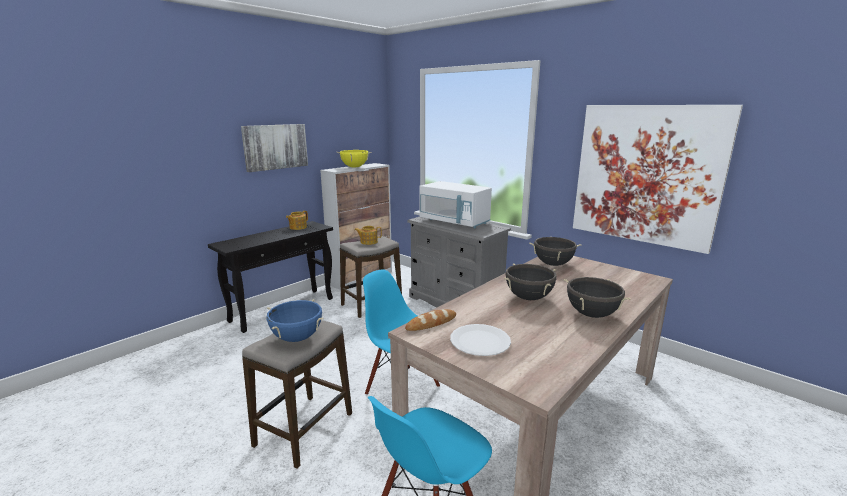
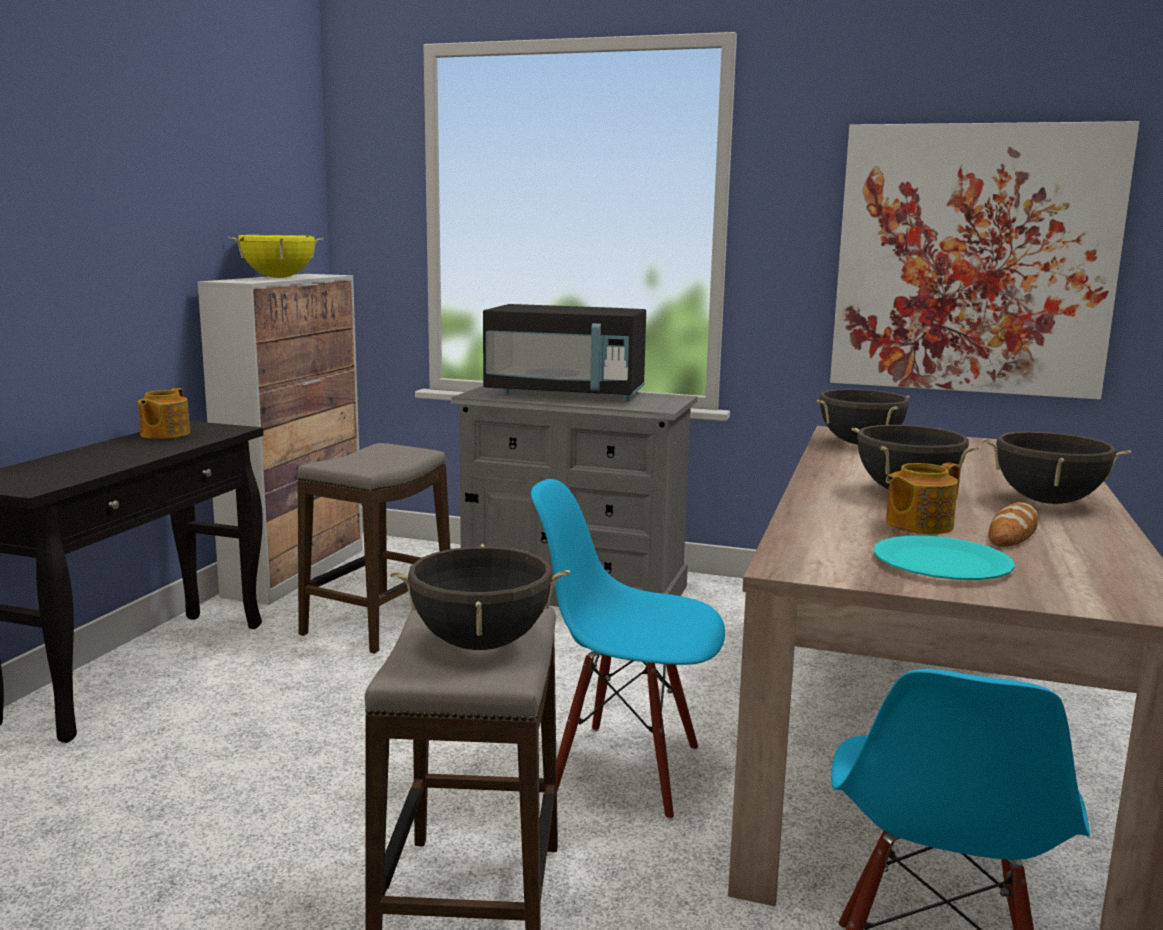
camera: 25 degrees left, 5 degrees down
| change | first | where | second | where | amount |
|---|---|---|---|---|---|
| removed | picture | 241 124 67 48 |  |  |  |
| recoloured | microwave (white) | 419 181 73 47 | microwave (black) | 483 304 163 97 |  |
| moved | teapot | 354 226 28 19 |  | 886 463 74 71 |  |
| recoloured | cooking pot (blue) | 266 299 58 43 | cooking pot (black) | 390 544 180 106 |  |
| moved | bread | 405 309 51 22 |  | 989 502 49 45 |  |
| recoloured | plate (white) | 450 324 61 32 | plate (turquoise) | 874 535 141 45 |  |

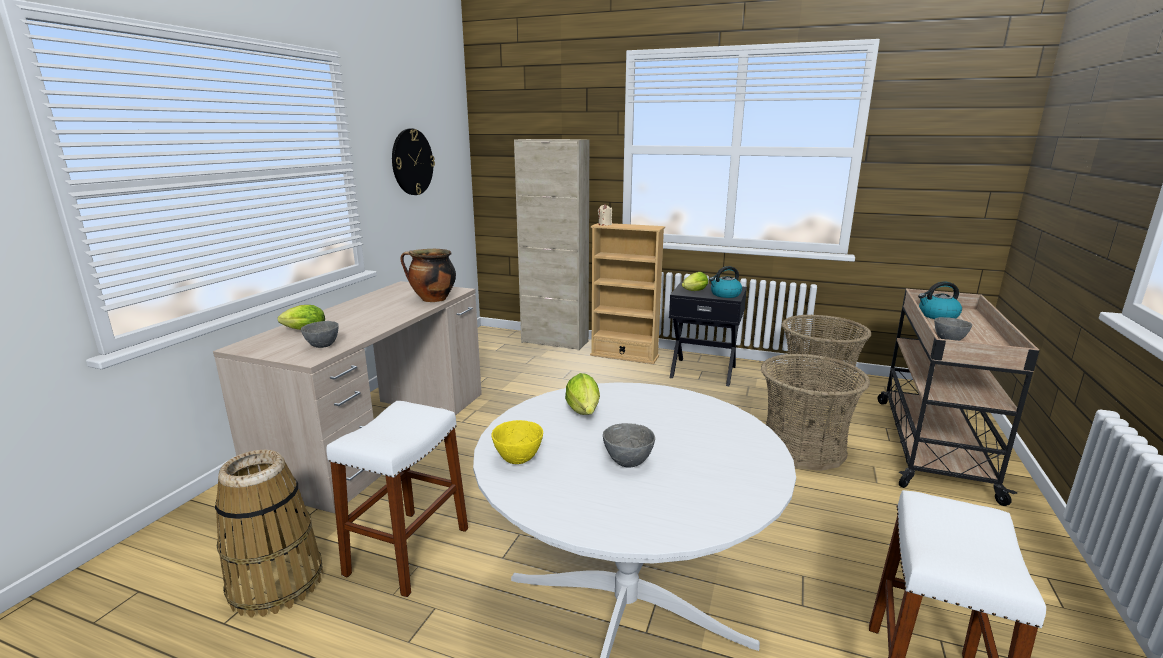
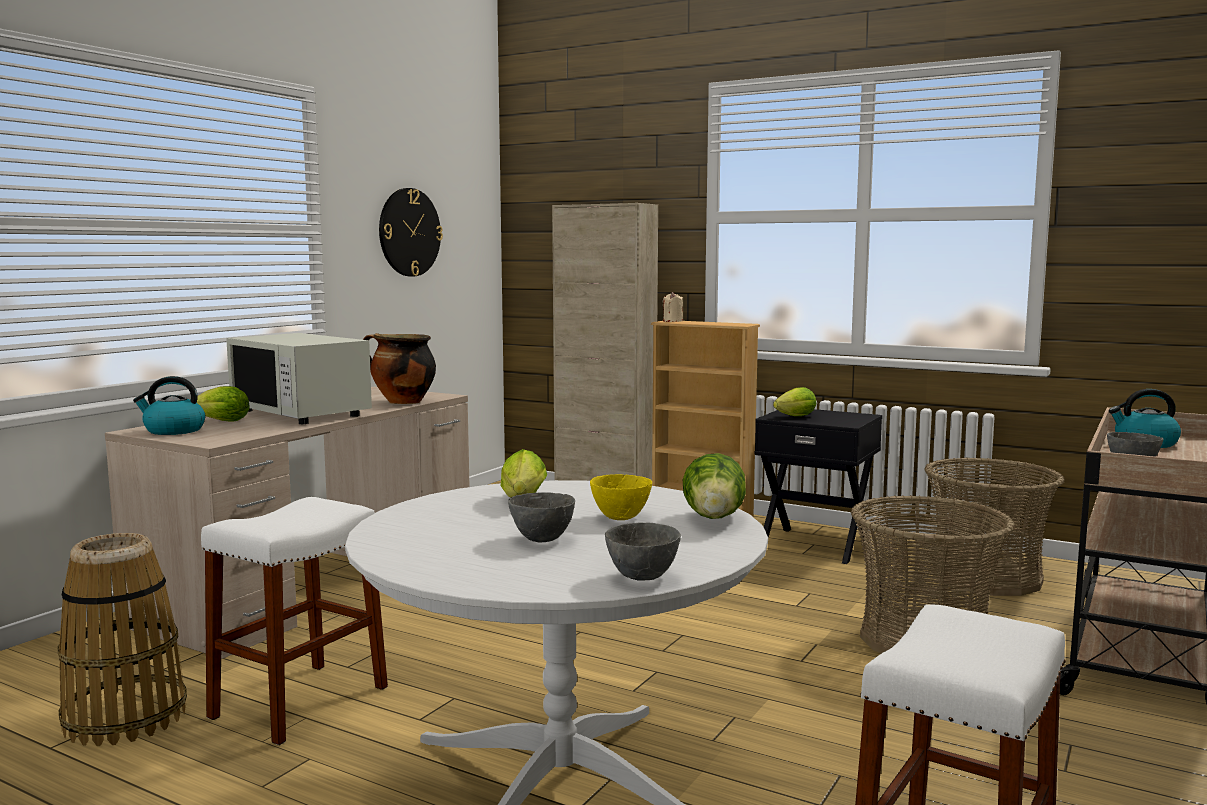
camera: 10 degrees right, 10 degrees down
| change | first | where | second | where | amount |
|---|---|---|---|---|---|
| moved | kettle | 709 266 33 32 |  | 133 376 72 59 |  |
| moved | bowl (grey) | 301 321 38 27 |  | 605 522 76 59 |  |
| moved | bowl (yellow) | 492 420 51 44 |  | 590 474 62 46 |  |
| added |  |  | microwave (white) | 226 333 146 91 |  |
| added |  |  | lettuce | 683 453 63 66 |  |

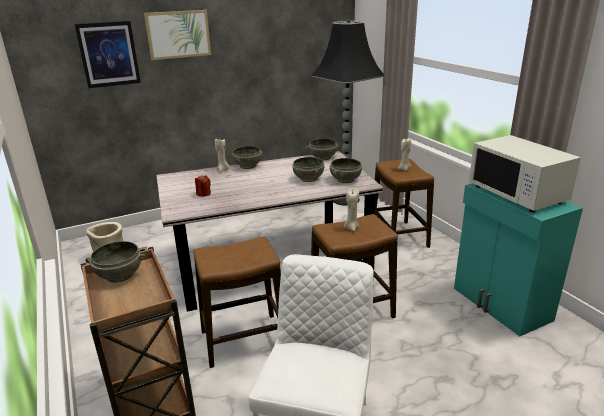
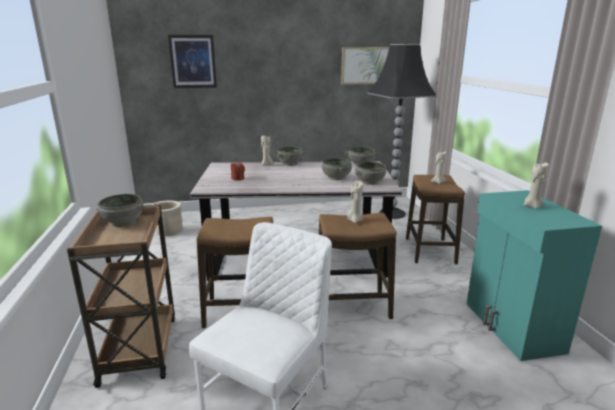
camera: 15 degrees right, 5 degrees down
| change | first | where | second | where | amount |
|---|---|---|---|---|---|
| moved | picture | 144 10 67 50 |  | 341 47 48 38 |  |
| replaced | microwave (white) | 469 135 112 77 | candle (beige) | 523 162 26 47 |  |

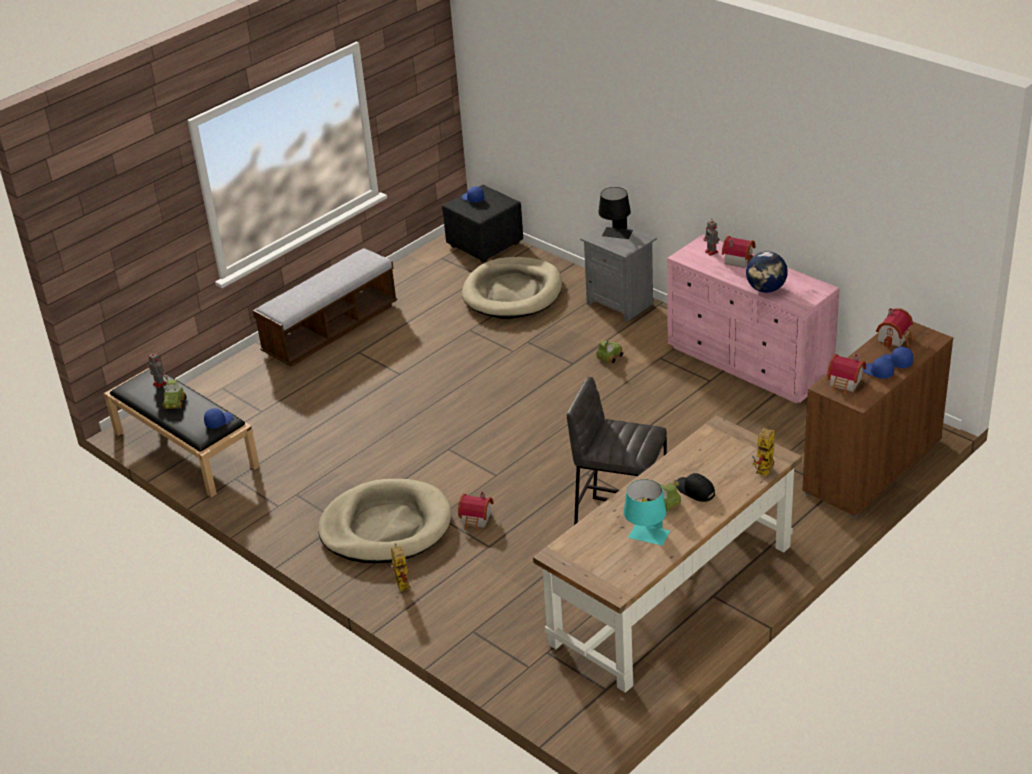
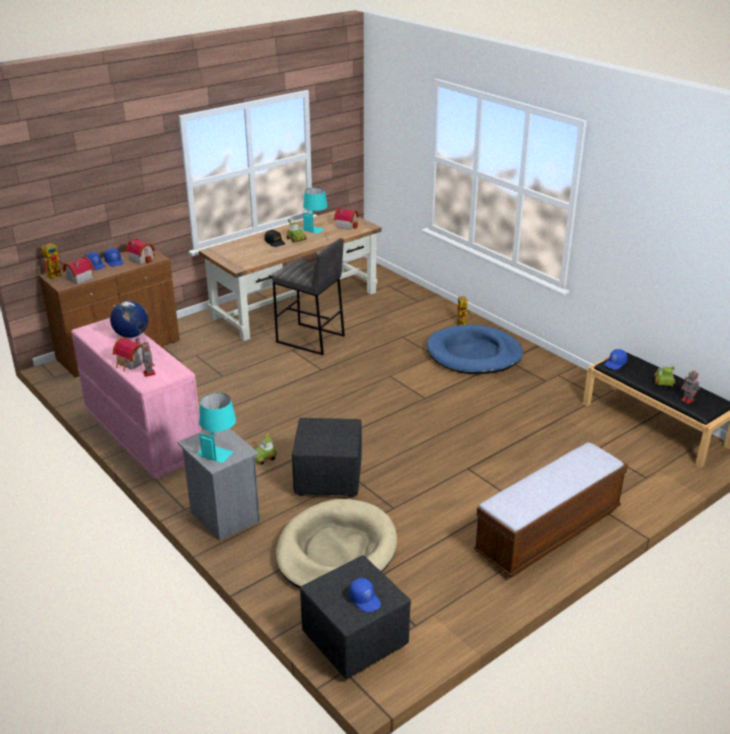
camera: 175 degrees left, 5 degrees down
| change | first | where | second | where | amount |
|---|---|---|---|---|---|
| recoloured | table lamp (black) | 598 187 35 52 | table lamp (turquoise) | 196 393 40 70 |  |
| moved | toy robot | 752 428 23 48 |  | 41 242 24 37 |  |
| recoloured | dog bed (beige) | 318 479 134 84 | dog bed (blue) | 426 325 97 49 |  |
| moved | toy house | 458 492 36 40 |  | 334 208 25 22 |  |
| added |  |  | ottoman (black) | 292 418 70 79 |  |

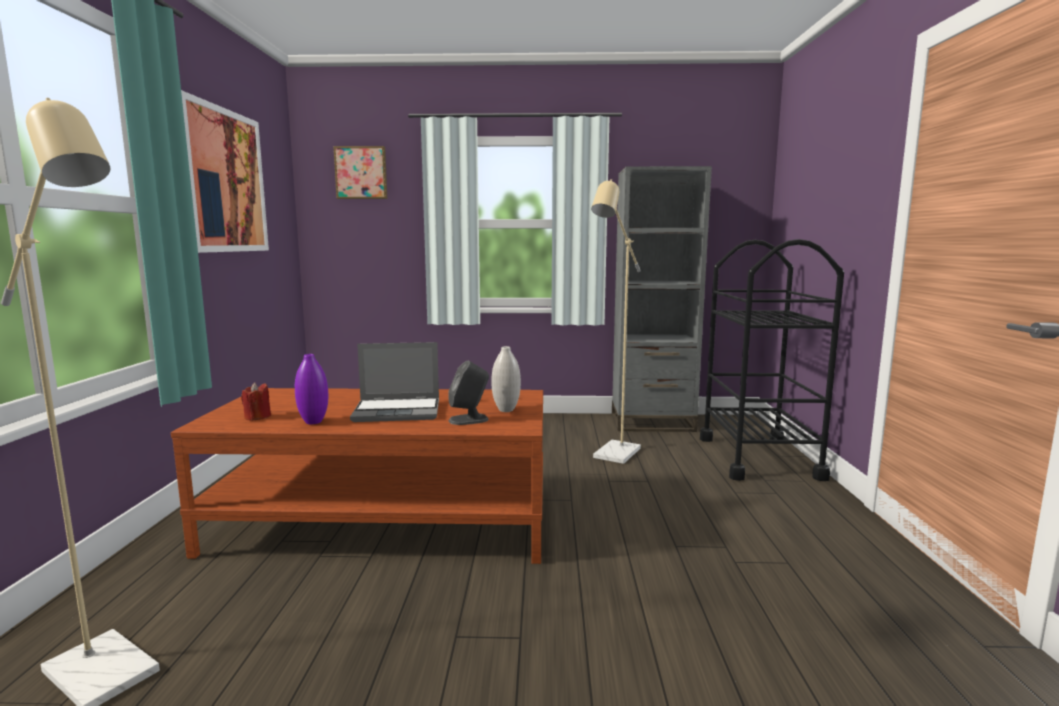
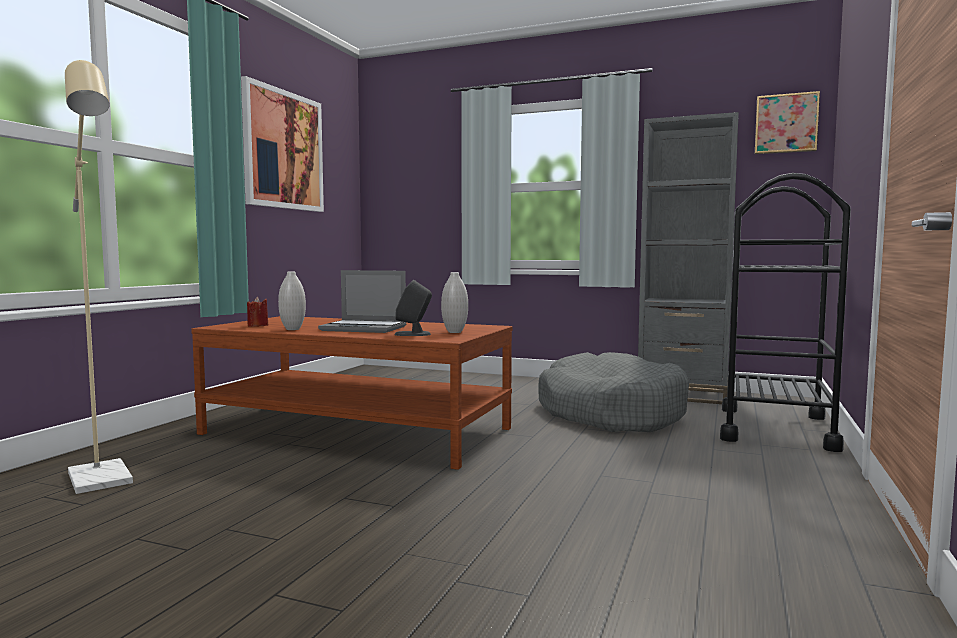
camera: 20 degrees right, 5 degrees down
| change | first | where | second | where | amount |
|---|---|---|---|---|---|
| moved | picture | 333 146 54 53 |  | 755 91 65 63 |  |
| replaced | floor lamp (beige) | 591 179 50 285 | dog bed (grey) | 538 352 151 80 |  |
| recoloured | vase (purple) | 295 354 33 70 | vase (white) | 278 271 28 59 |  |

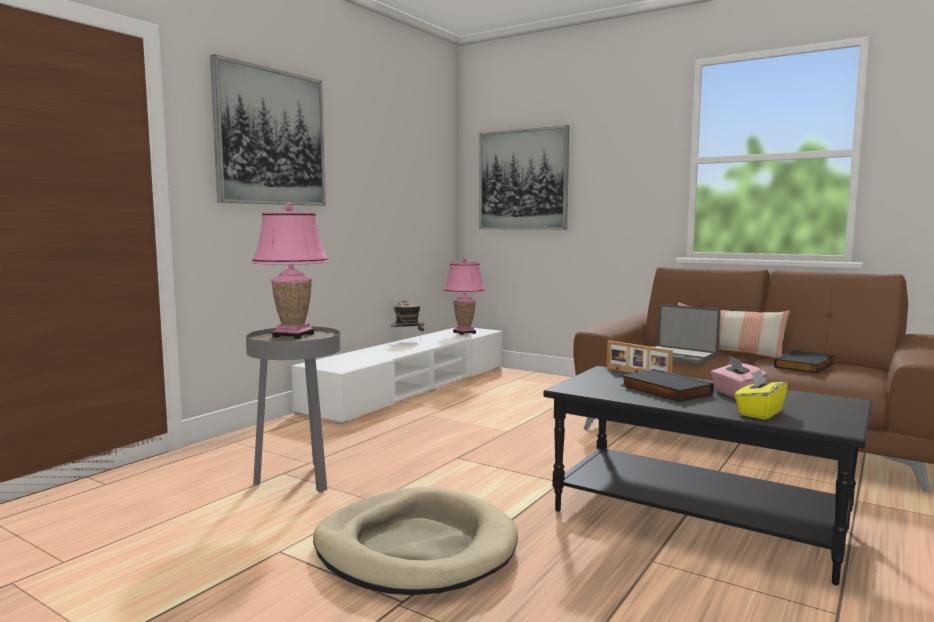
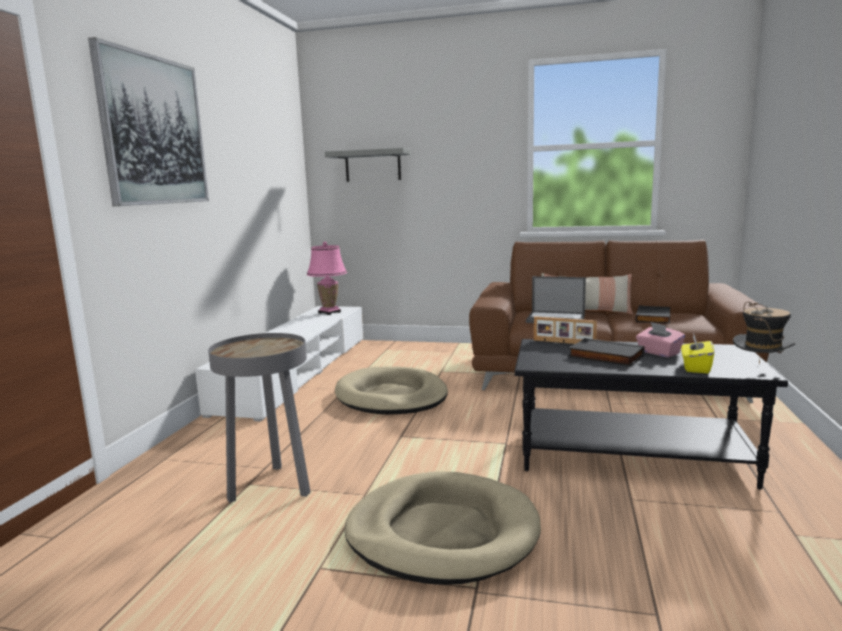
camera: 20 degrees left, 5 degrees up
| change | first | where | second | where | amount |
|---|---|---|---|---|---|
| replaced | picture | 479 125 90 105 | shelf (grey) | 325 148 86 34 |  |
| removed | table lamp (pink) | 252 203 77 136 |  |  |  |
| moved | hat | 391 300 34 39 |  | 733 302 63 63 |  |
| added |  |  | dog bed (beige) | 335 367 113 48 |  |

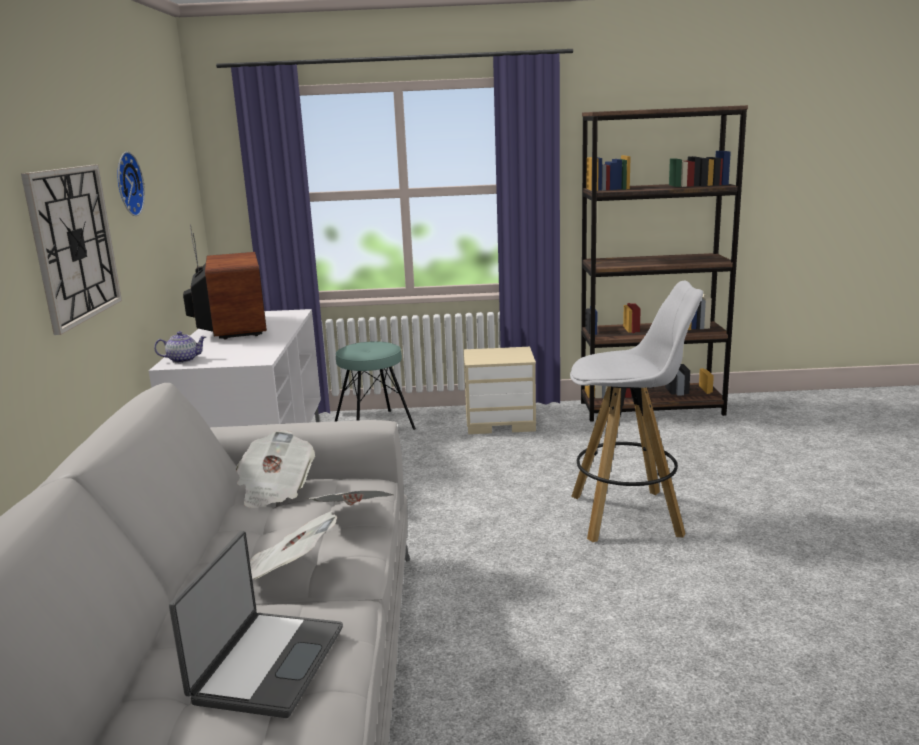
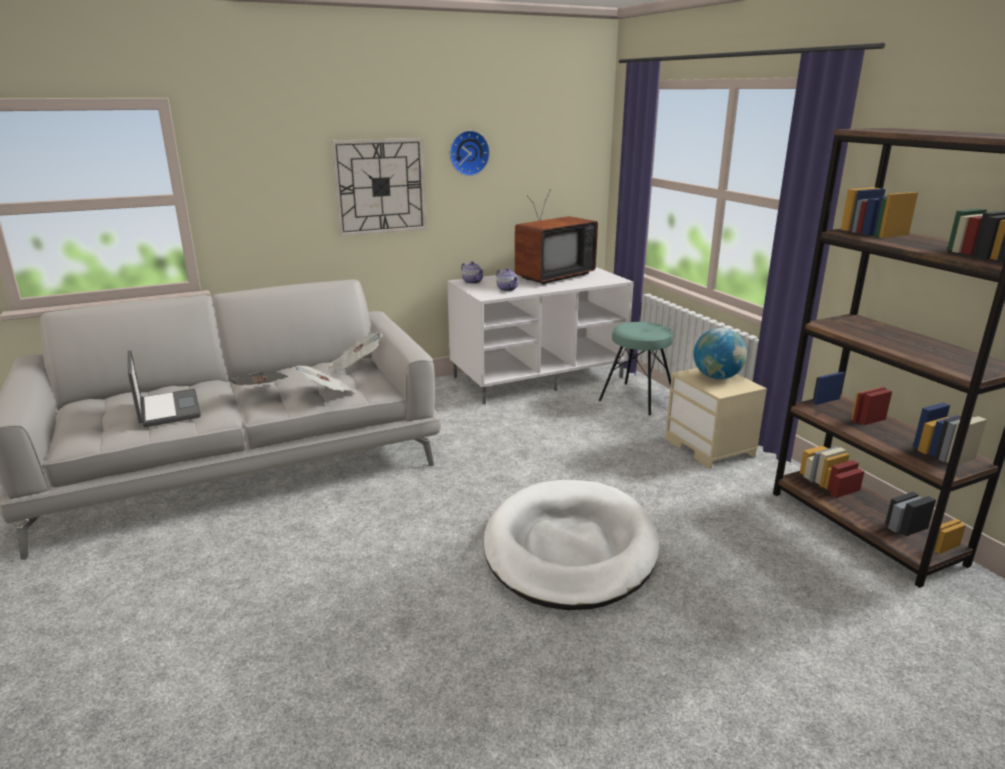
camera: 65 degrees right, 5 degrees up
| change | first | where | second | where | amount |
|---|---|---|---|---|---|
| replaced | stool (white) | 570 281 133 261 | dog bed (white) | 484 480 175 130 |  |
| turned | laptop | 169 531 174 187 |  | 128 351 73 76 | 105 degrees counterclockwise |
| added |  |  | teapot | 496 268 23 23 |  |
| added |  |  | globe | 693 328 54 51 |  |

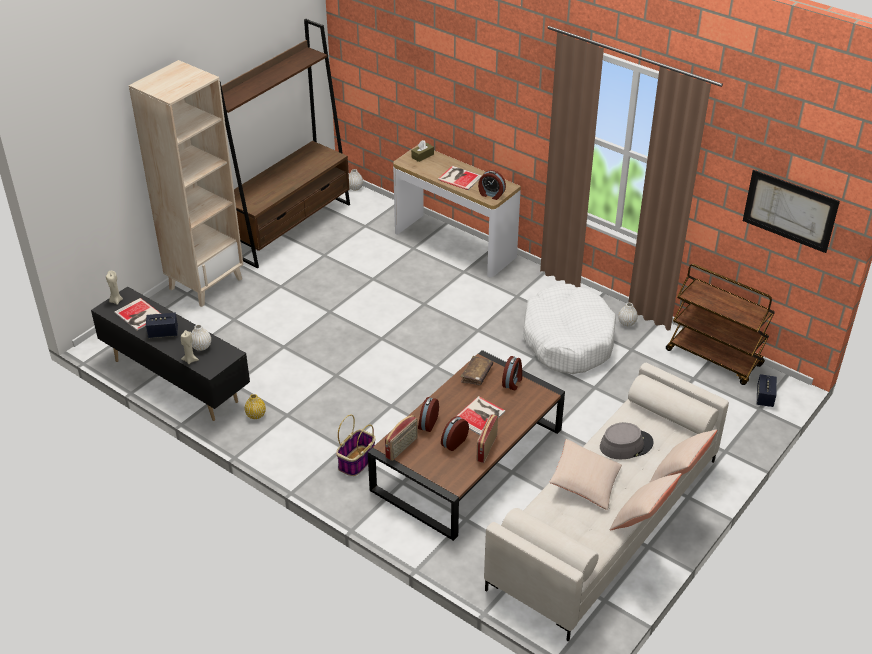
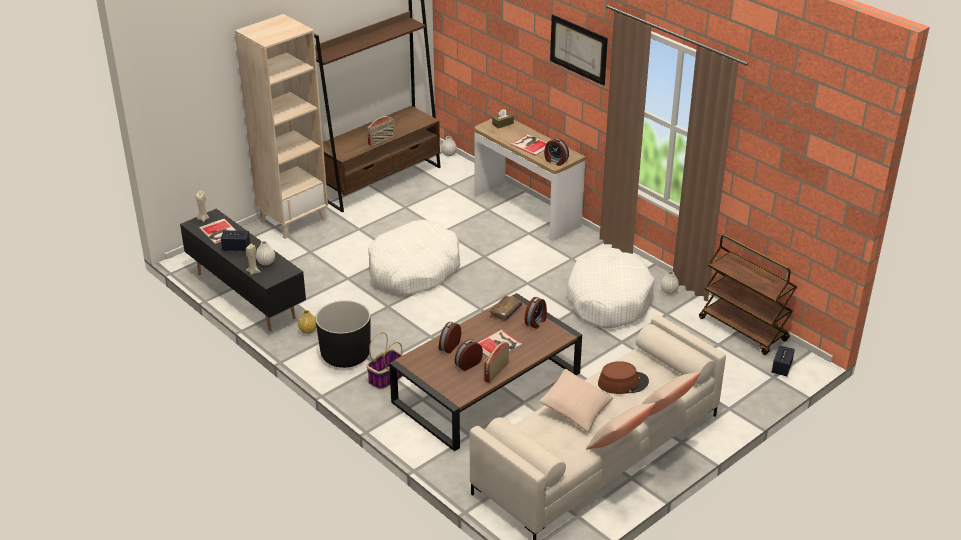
camera: 10 degrees right, 5 degrees down
| change | first | where | second | where | amount |
|---|---|---|---|---|---|
| moved | picture | 743 170 97 83 |  | 550 14 58 72 |  |
| moved | radio | 385 415 33 46 |  | 367 116 28 31 |  |
| recoloured | hat (grey) | 600 423 54 36 | hat (brown) | 598 361 51 33 |  |
| added |  |  | dog bed (white) | 368 220 92 75 |  |
| added |  |  | planter (black) | 315 300 55 68 |  |

